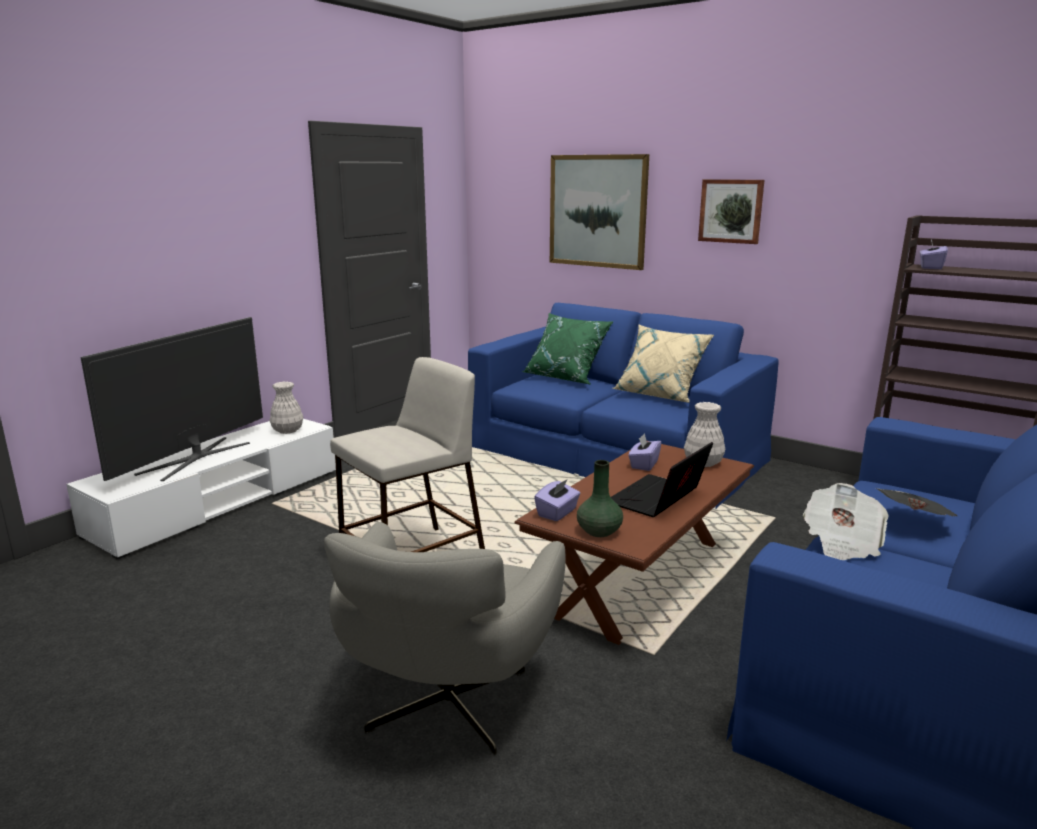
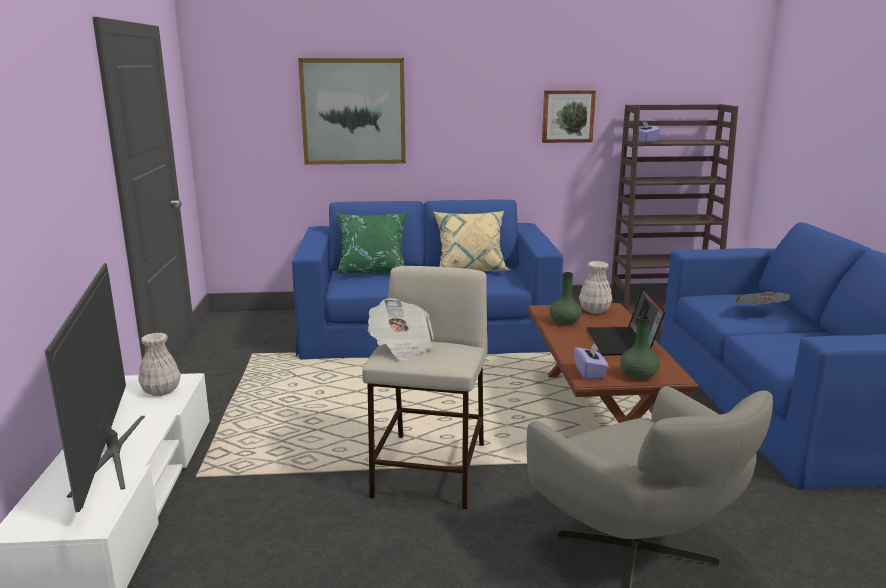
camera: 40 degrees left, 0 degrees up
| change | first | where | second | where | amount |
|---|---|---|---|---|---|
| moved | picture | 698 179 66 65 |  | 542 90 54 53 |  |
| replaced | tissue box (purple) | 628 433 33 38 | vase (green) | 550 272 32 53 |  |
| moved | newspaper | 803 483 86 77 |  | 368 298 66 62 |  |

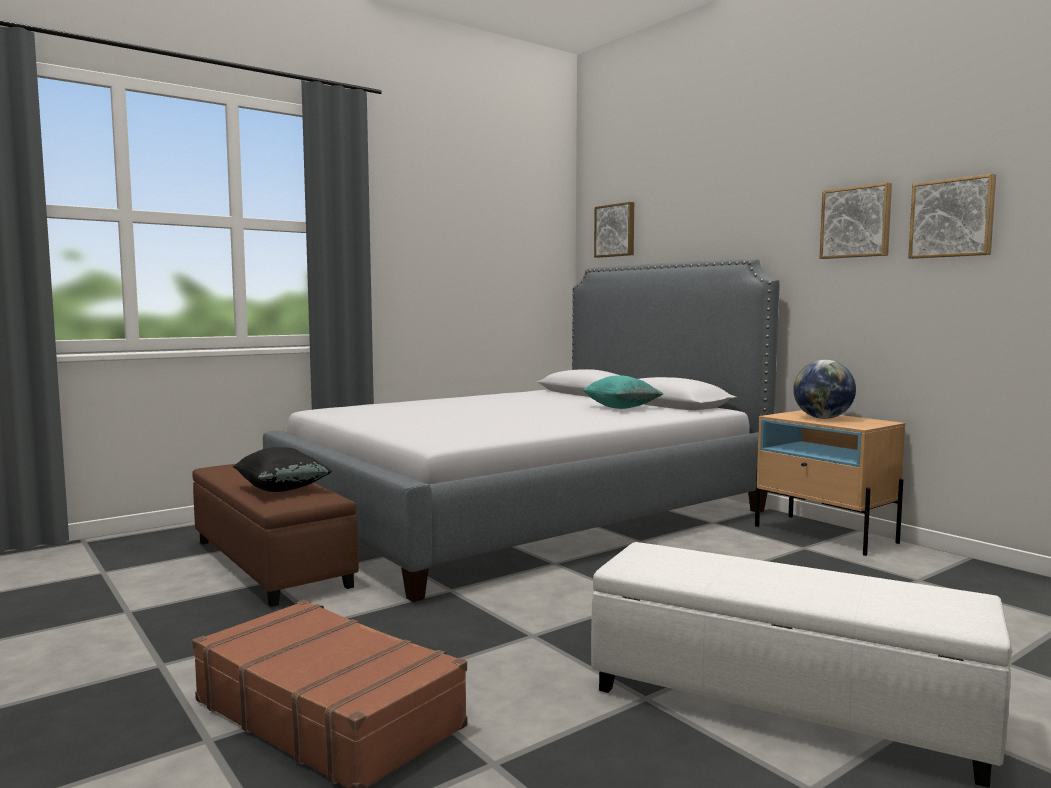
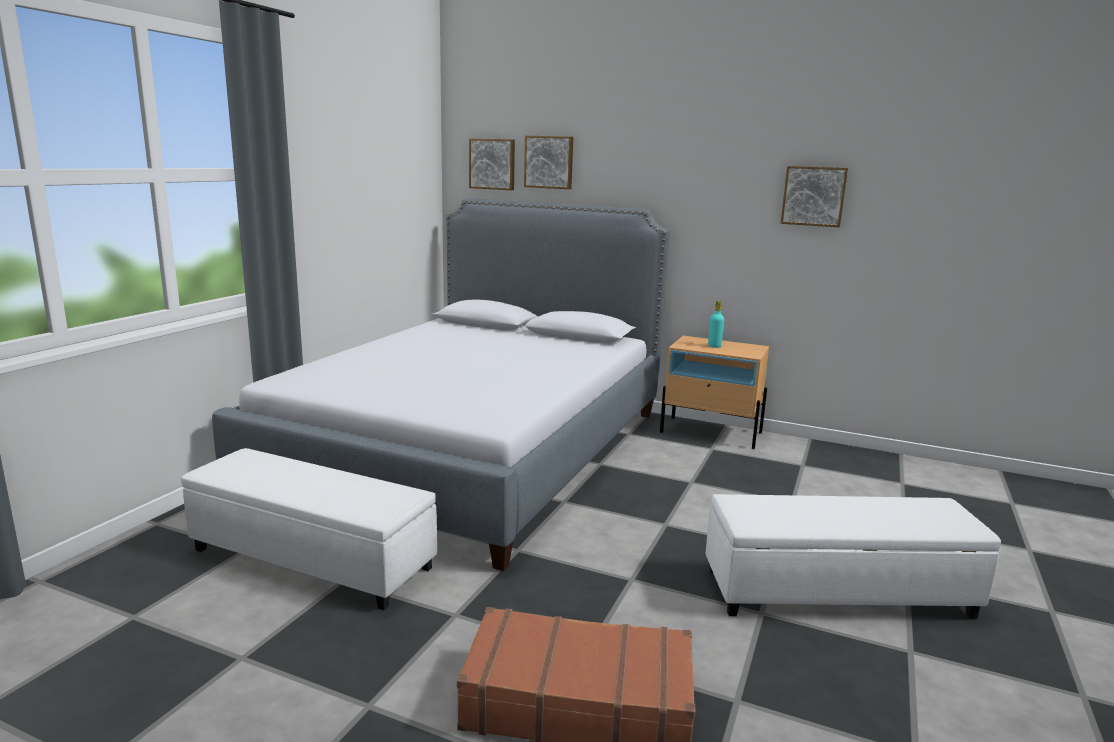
camera: 30 degrees left, 10 degrees up
| change | first | where | second | where | amount |
|---|---|---|---|---|---|
| moved | picture | 820 182 72 77 |  | 524 136 49 53 |  |
| replaced | globe | 793 360 63 59 | bottle (turquoise) | 708 301 16 47 |  |
| removed | pillow (turquoise) | 582 375 81 34 |  |  |  |
| removed | pillow (black) | 233 447 100 45 |  |  |  |
| recoloured | ottoman (brown) | 192 464 167 143 | ottoman (white) | 181 448 256 162 |  |

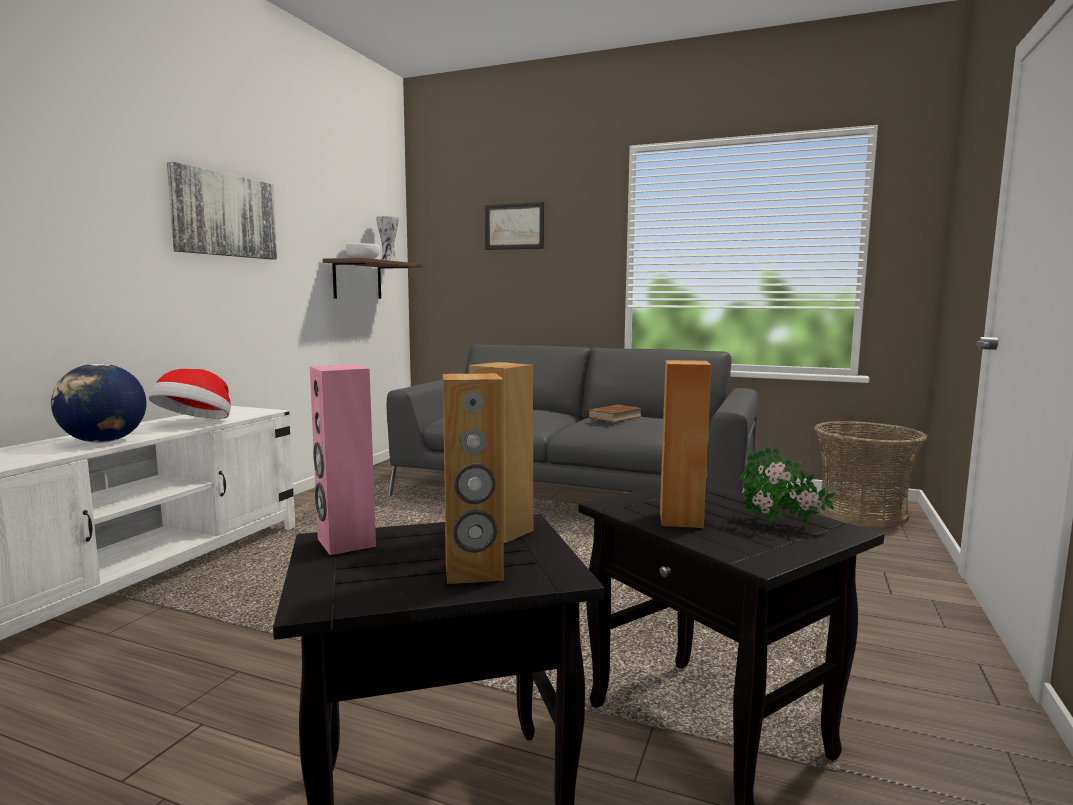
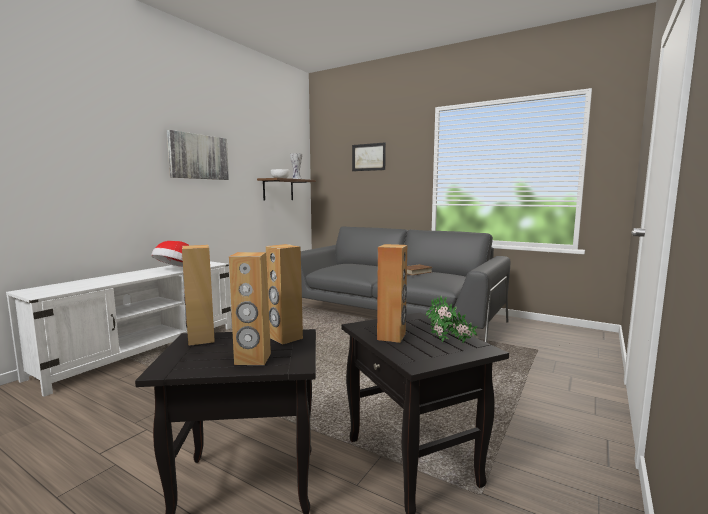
camera: 10 degrees right, 0 degrees up
| change | first | where | second | where | amount |
|---|---|---|---|---|---|
| removed | globe | 51 363 95 80 |  |  |  |
| recoloured | speaker (pink) | 310 364 66 191 | speaker (brown) | 182 245 33 101 |  |
| removed | basket | 814 421 114 107 |  |  |  |

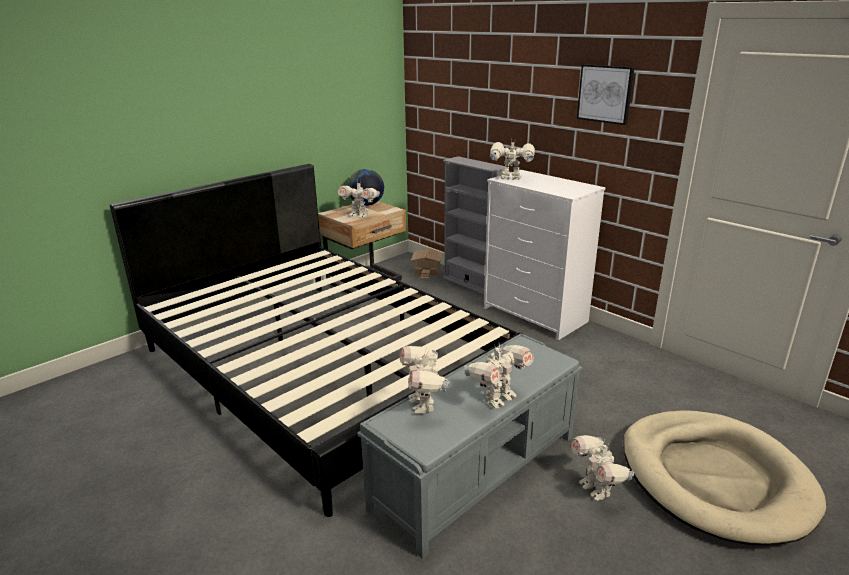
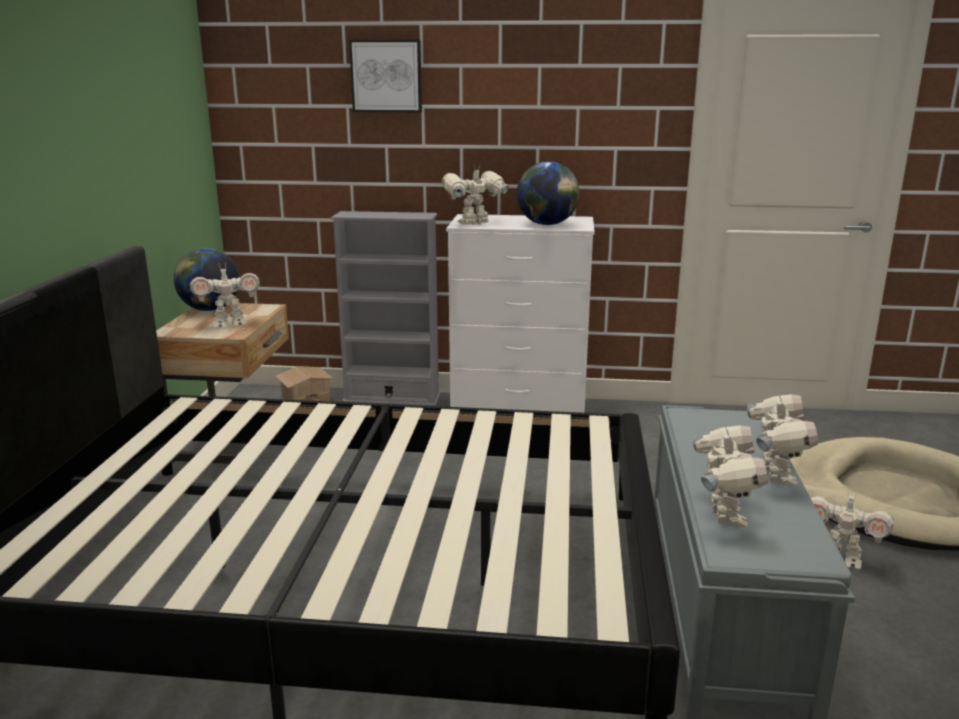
camera: 40 degrees left, 5 degrees down
| change | first | where | second | where | amount |
|---|---|---|---|---|---|
| moved | picture | 577 64 58 61 |  | 349 40 73 72 |  |
| turned | toy robot | 400 346 50 68 |  | 693 425 75 101 | 120 degrees counterclockwise |
| added |  |  | globe | 517 161 62 64 |  |

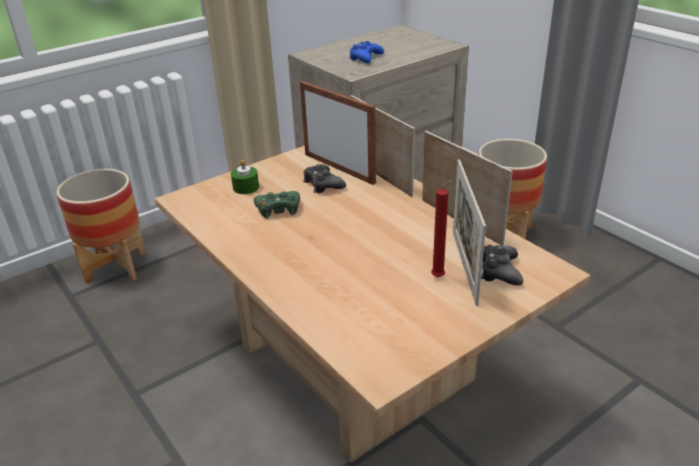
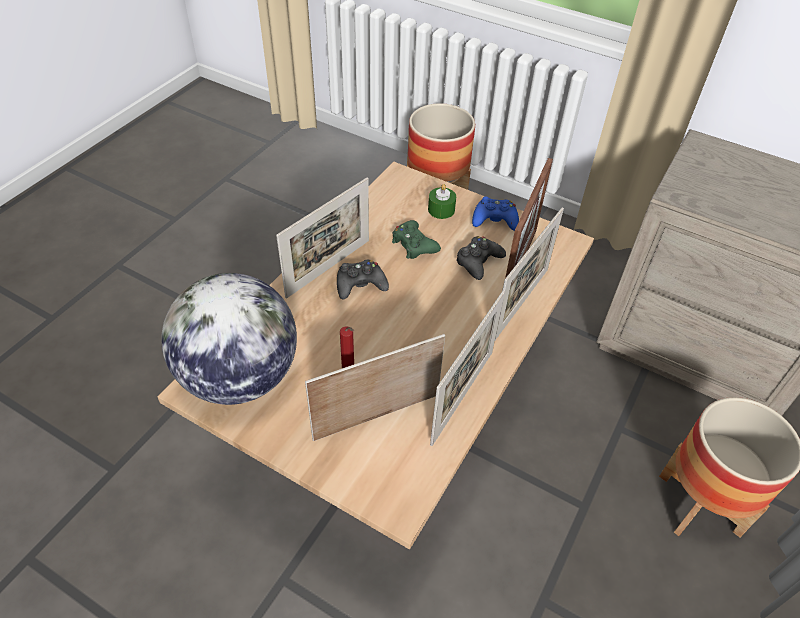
camera: 65 degrees right, 15 degrees up
| change | first | where | second | where | amount |
|---|---|---|---|---|---|
| moved | game controller (blue) | 350 41 34 22 |  | 472 196 47 35 |  |
| moved | game controller (black) | 481 245 42 41 |  | 337 260 52 39 |  |
| added |  |  | picture frame | 276 178 93 120 |  |
| added |  |  | globe | 161 273 136 132 |  |

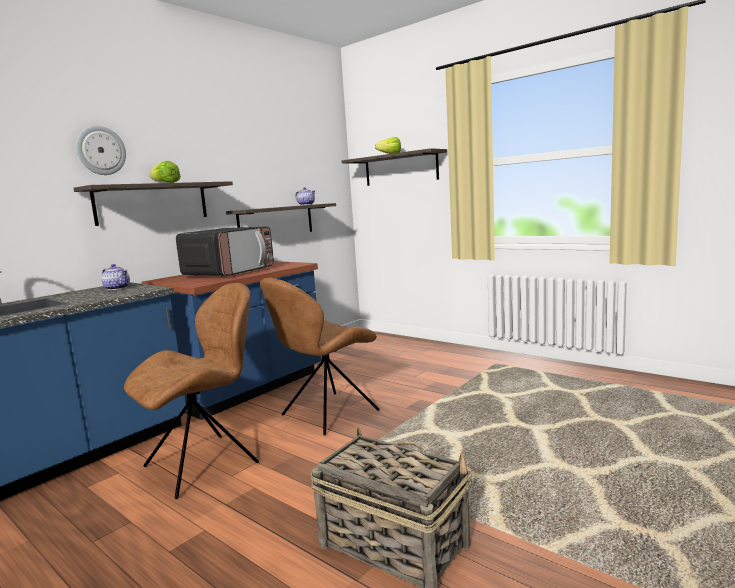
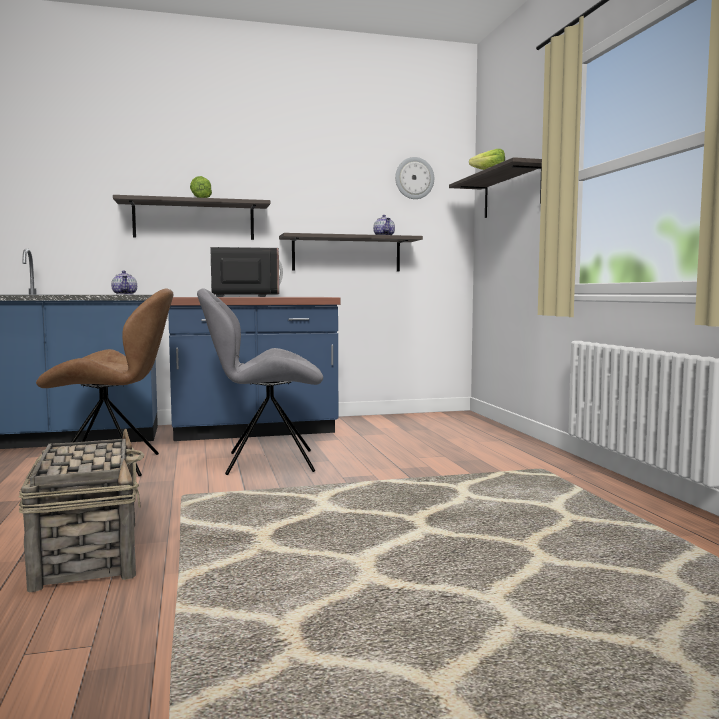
camera: 35 degrees right, 5 degrees down
| change | first | where | second | where | amount |
|---|---|---|---|---|---|
| moved | wall clock | 76 126 50 49 |  | 395 157 39 42 |  |
| turned | microwave | 176 226 98 51 |  | 211 247 72 50 | 75 degrees counterclockwise |
| recoloured | chair (brown) | 260 278 120 157 | chair (grey) | 197 289 126 186 |  |

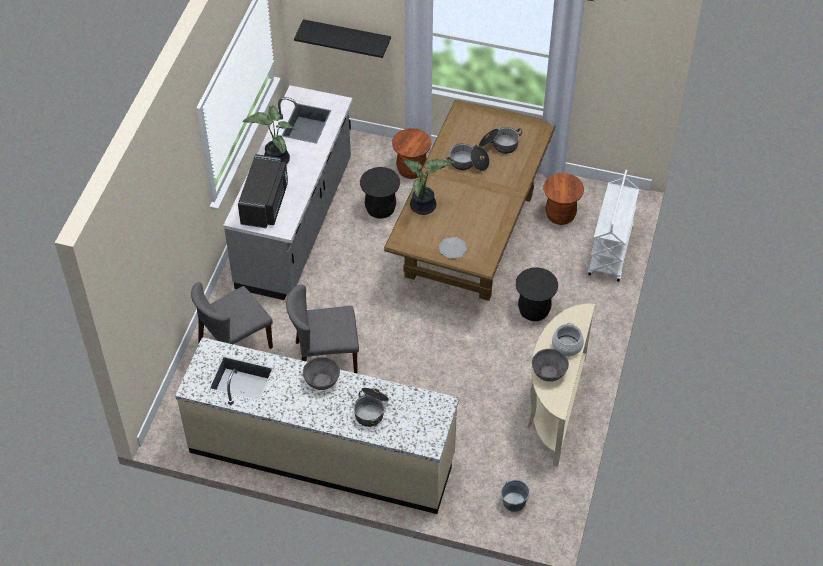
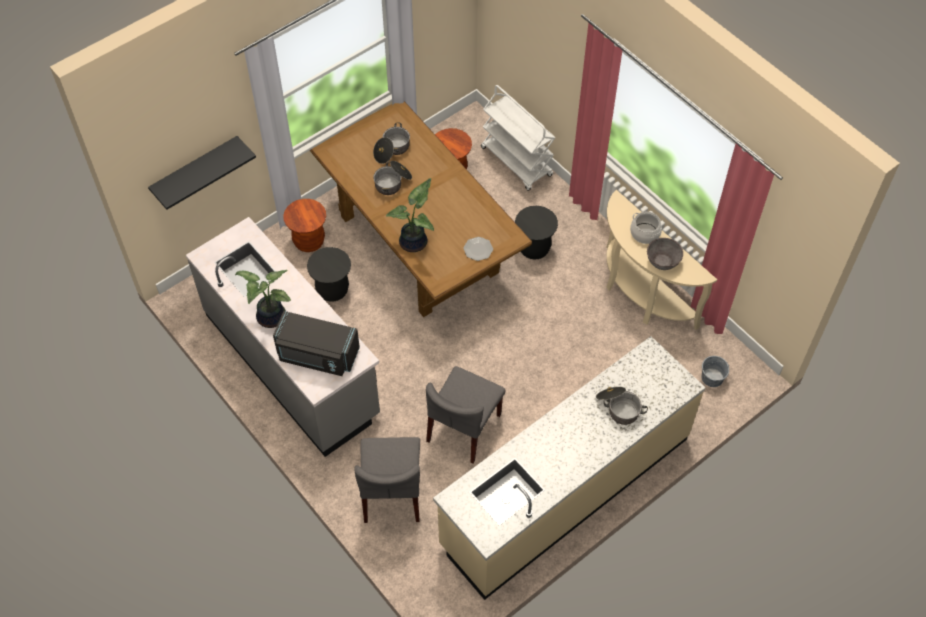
camera: 55 degrees left, 5 degrees up
| change | first | where | second | where | amount |
|---|---|---|---|---|---|
| turned | microwave (black) | 238 154 50 75 |  | 273 311 87 65 | 150 degrees clockwise |
| removed | bowl (grey) | 303 357 37 33 |  |  |  |

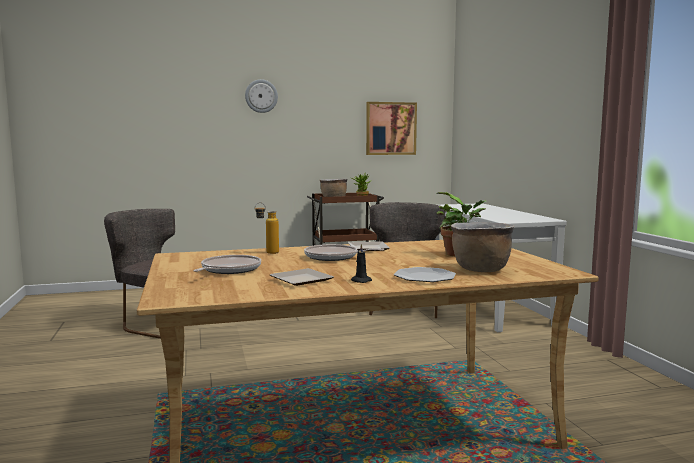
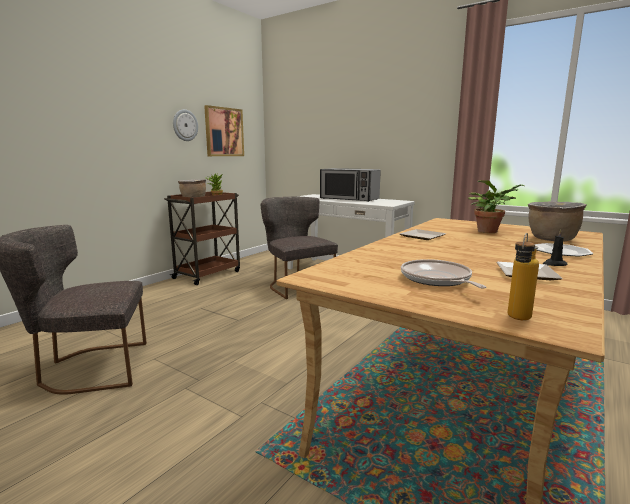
camera: 40 degrees left, 5 degrees up
| change | first | where | second | where | amount |
|---|---|---|---|---|---|
| moved | wall clock | 245 79 33 34 |  | 173 109 25 32 |  |
| moved | bottle | 255 202 24 52 |  | 508 233 31 87 |  |
| removed | frying pan | 304 244 80 17 |  |  |  |
| added |  |  | microwave | 320 168 61 34 |  |

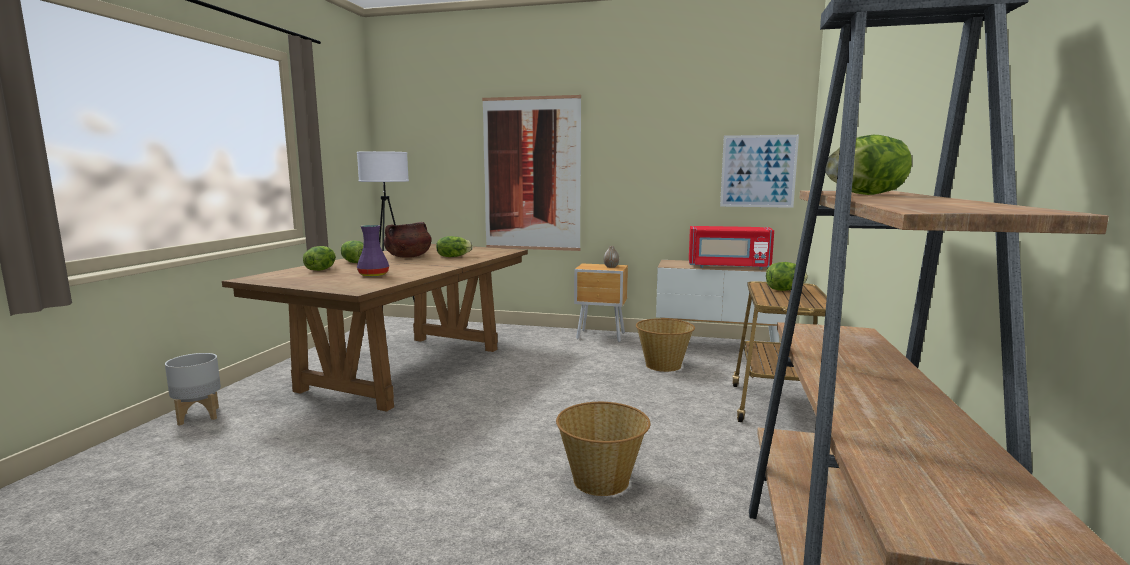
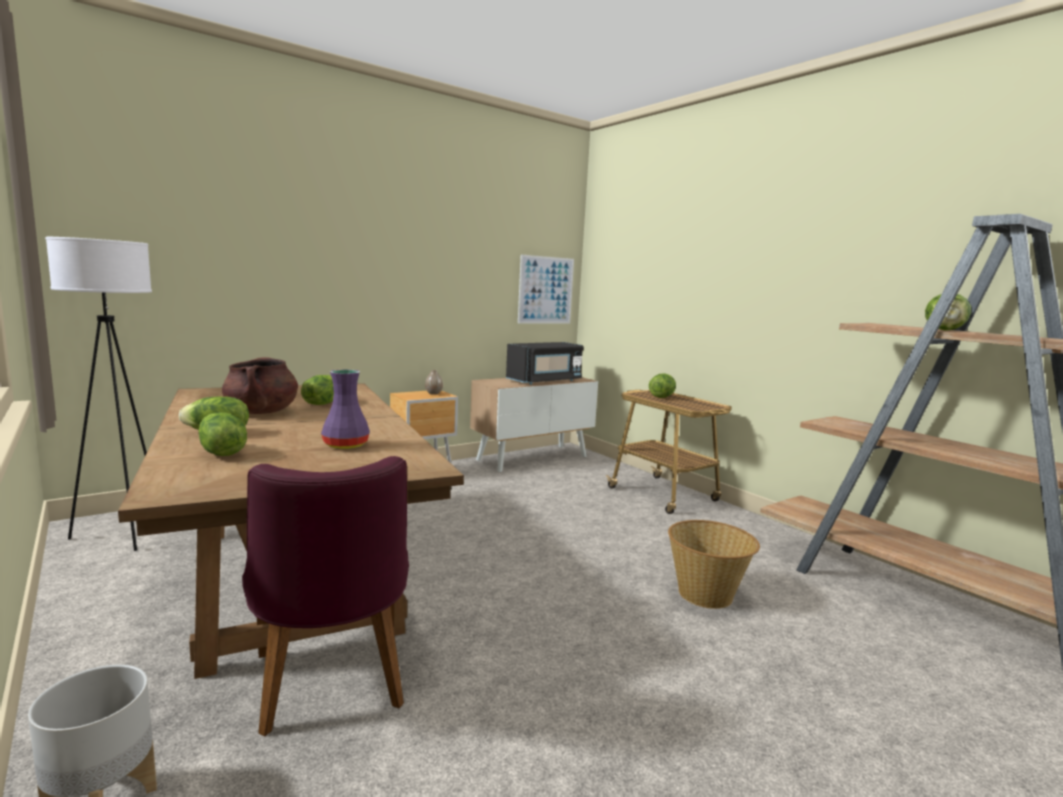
camera: 50 degrees left, 0 degrees up
| change | first | where | second | where | amount |
|---|---|---|---|---|---|
| removed | picture | 482 95 99 156 |  |  |  |
| recoloured | microwave (red) | 689 226 85 44 | microwave (black) | 506 342 78 43 |  |
| removed | basket | 636 318 59 54 |  |  |  |
| added |  |  | chair (purple) | 242 456 167 281 |  |

